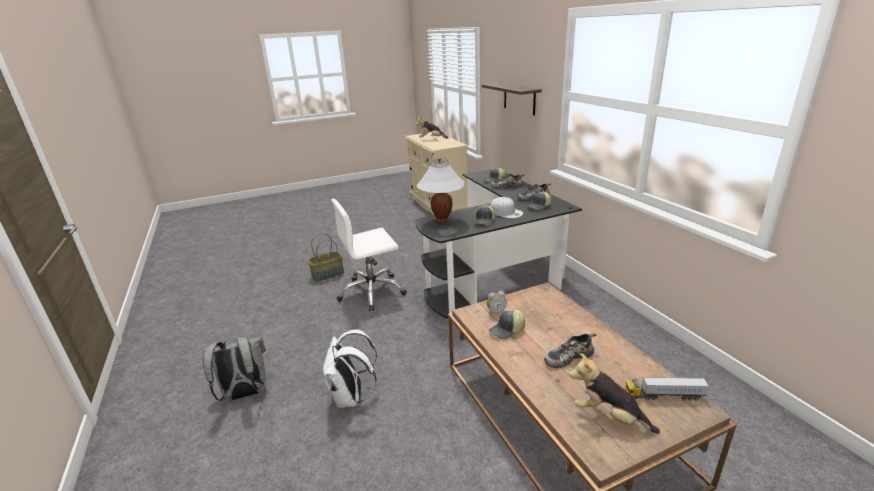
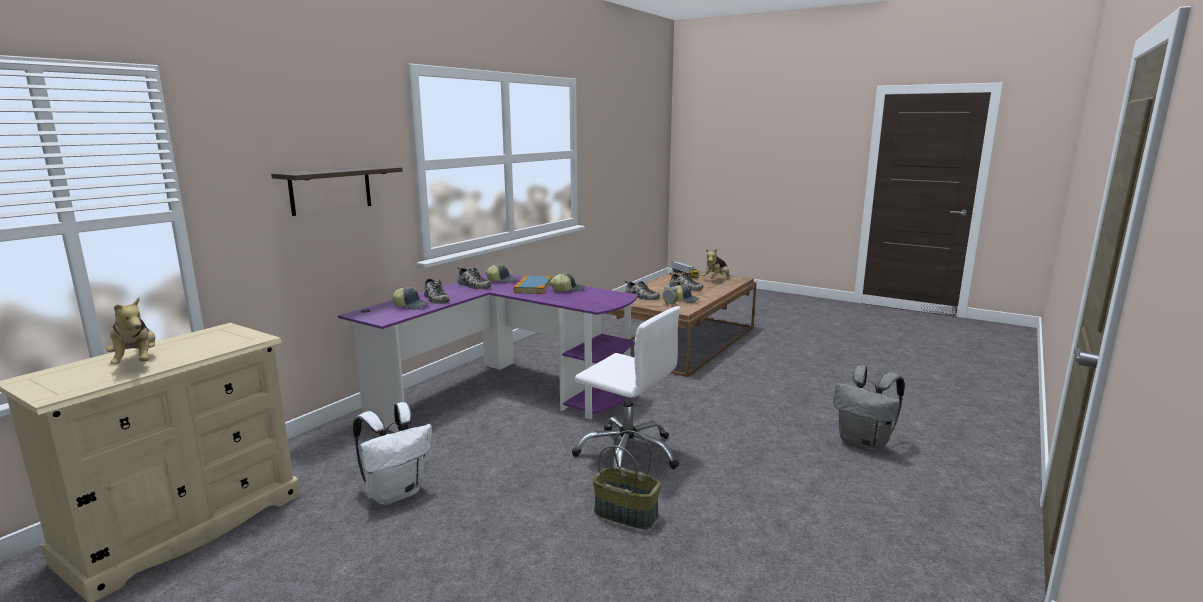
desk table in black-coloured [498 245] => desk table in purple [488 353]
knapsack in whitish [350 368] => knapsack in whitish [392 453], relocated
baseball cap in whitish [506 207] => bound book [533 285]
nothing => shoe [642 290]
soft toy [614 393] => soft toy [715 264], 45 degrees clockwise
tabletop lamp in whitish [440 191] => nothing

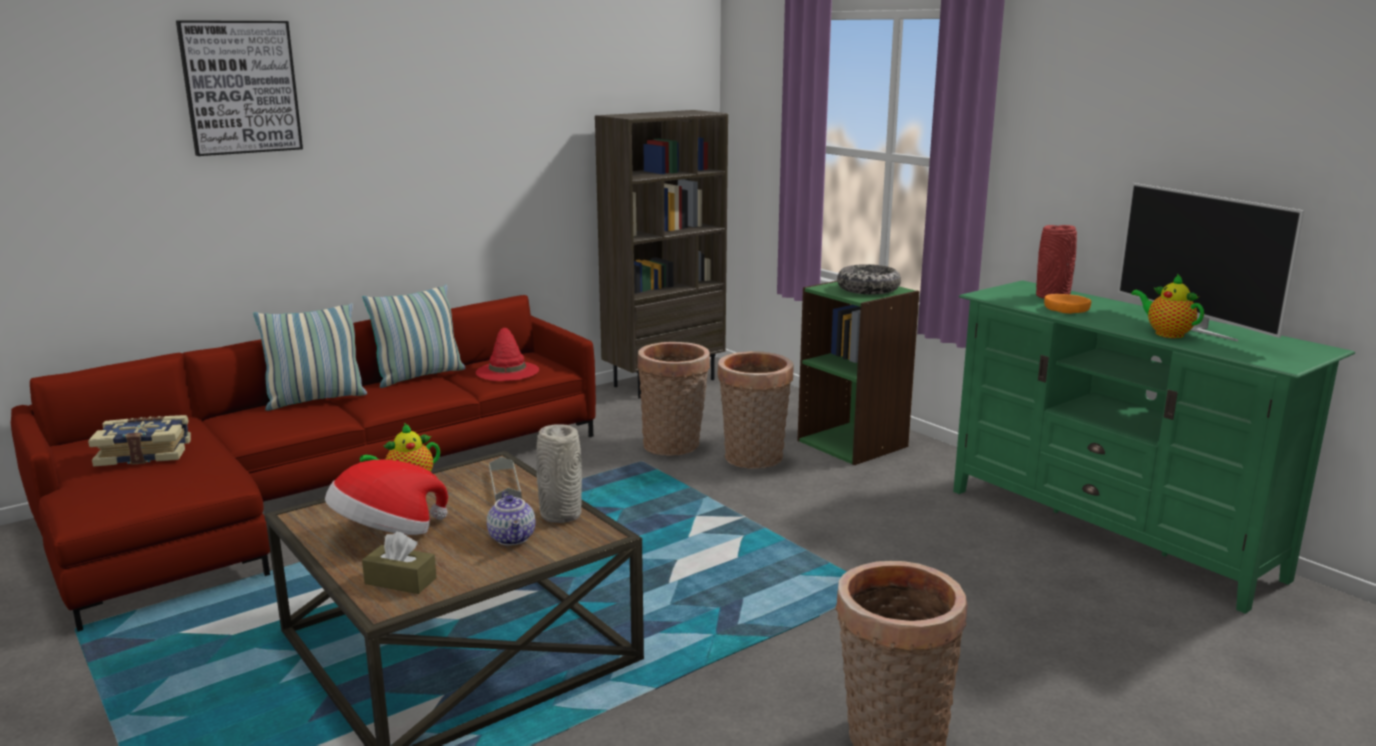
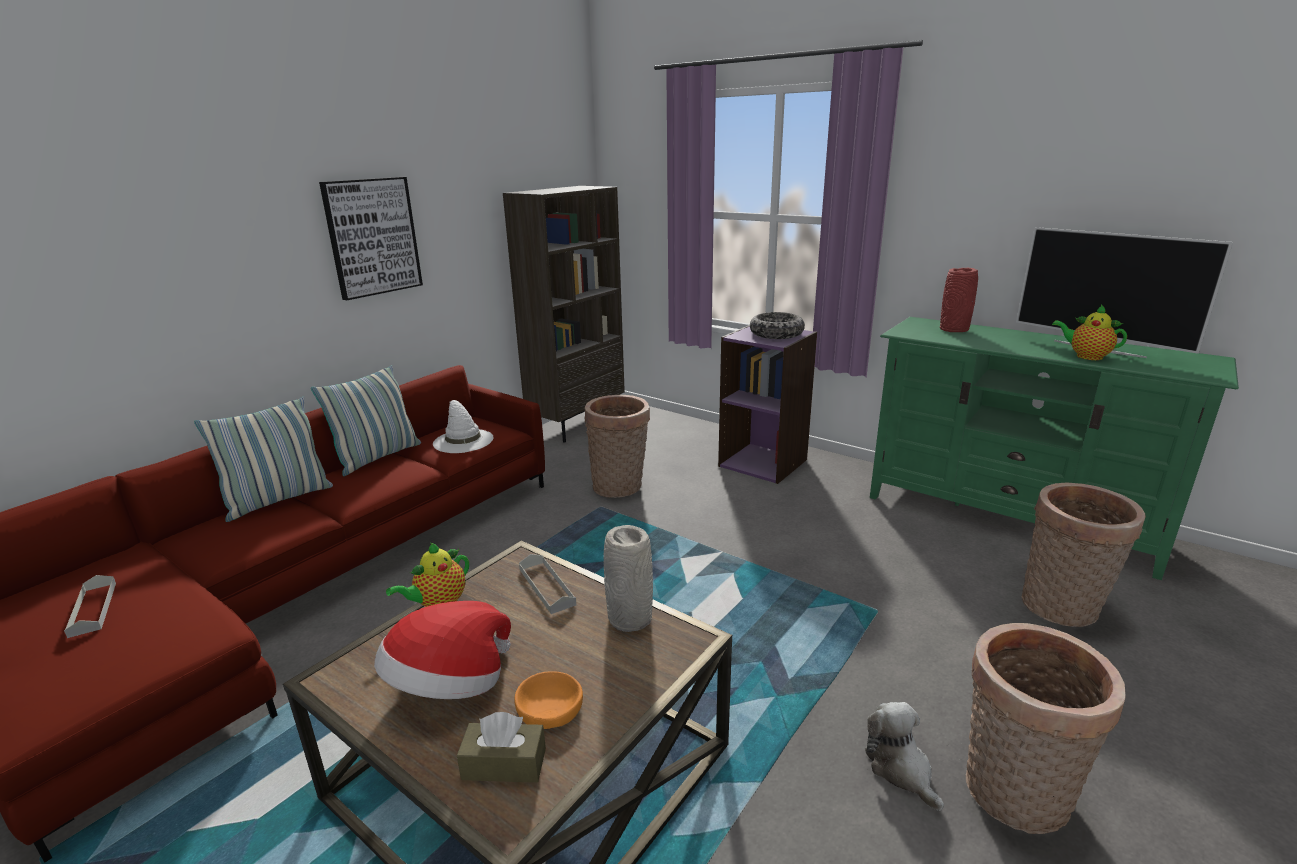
bound book [139 441] => tray in grey [90 606]
wall art [239 88] => wall art [371 238], relocated
clothing hat in reddish [507 354] => clothing hat in whitish [463 426]
serving bowl in orange [1067 304] => serving bowl in orange [548 700], relocated
shelving unit in green [858 373] => shelving unit in purple [767 404]
nothing => soft toy [904 756]
household basket [756 410] => household basket [1084 554], relocated
teapot [511 518] => nothing

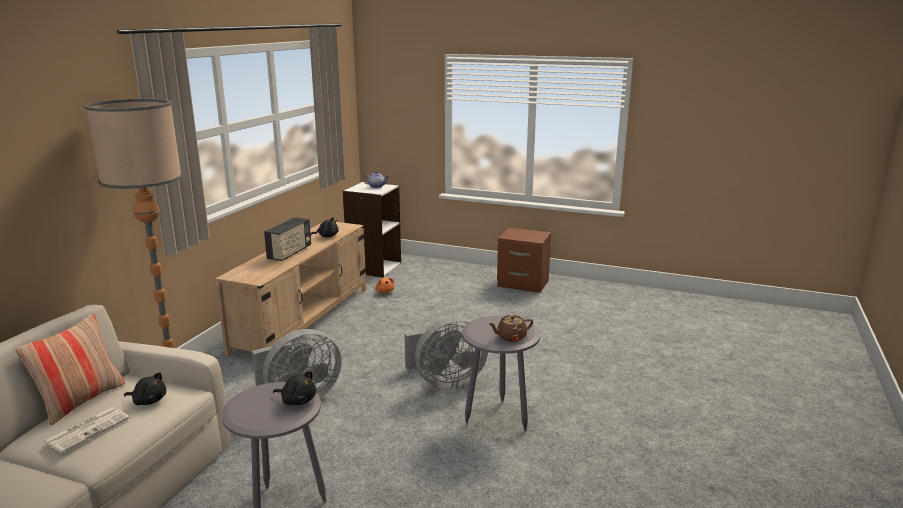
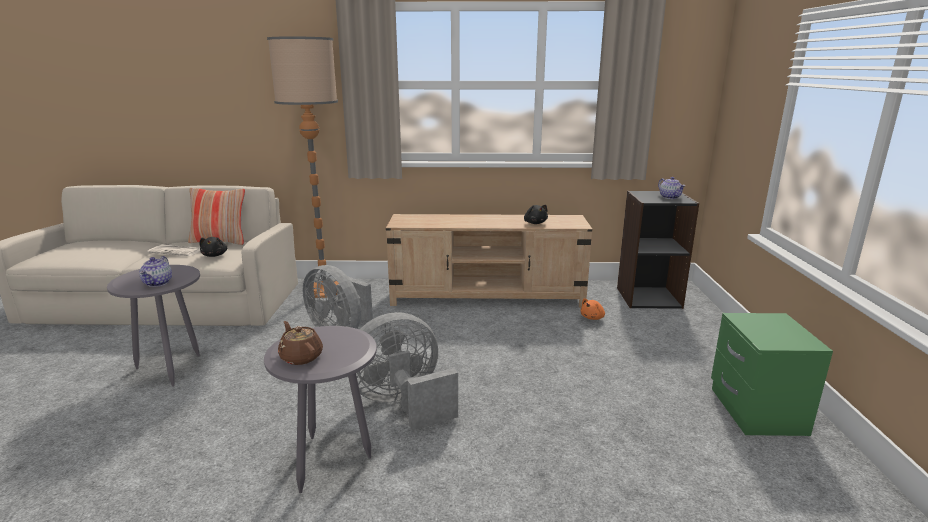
soft toy in black-coloured [294 388] => teapot [155 271]
electric fan in grey [446 352] => electric fan in grey [407 371], 105 degrees clockwise
shelving unit in whitish [372 229] => shelving unit in black-coloured [658 250]
night table in brown [524 260] => night table in green [772 374]
radio set [287 239] => nothing

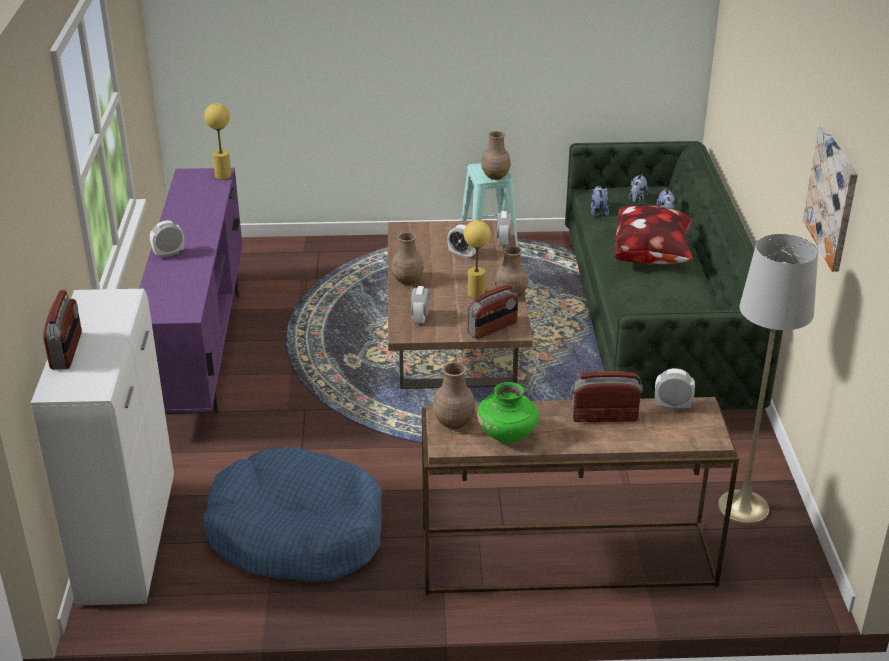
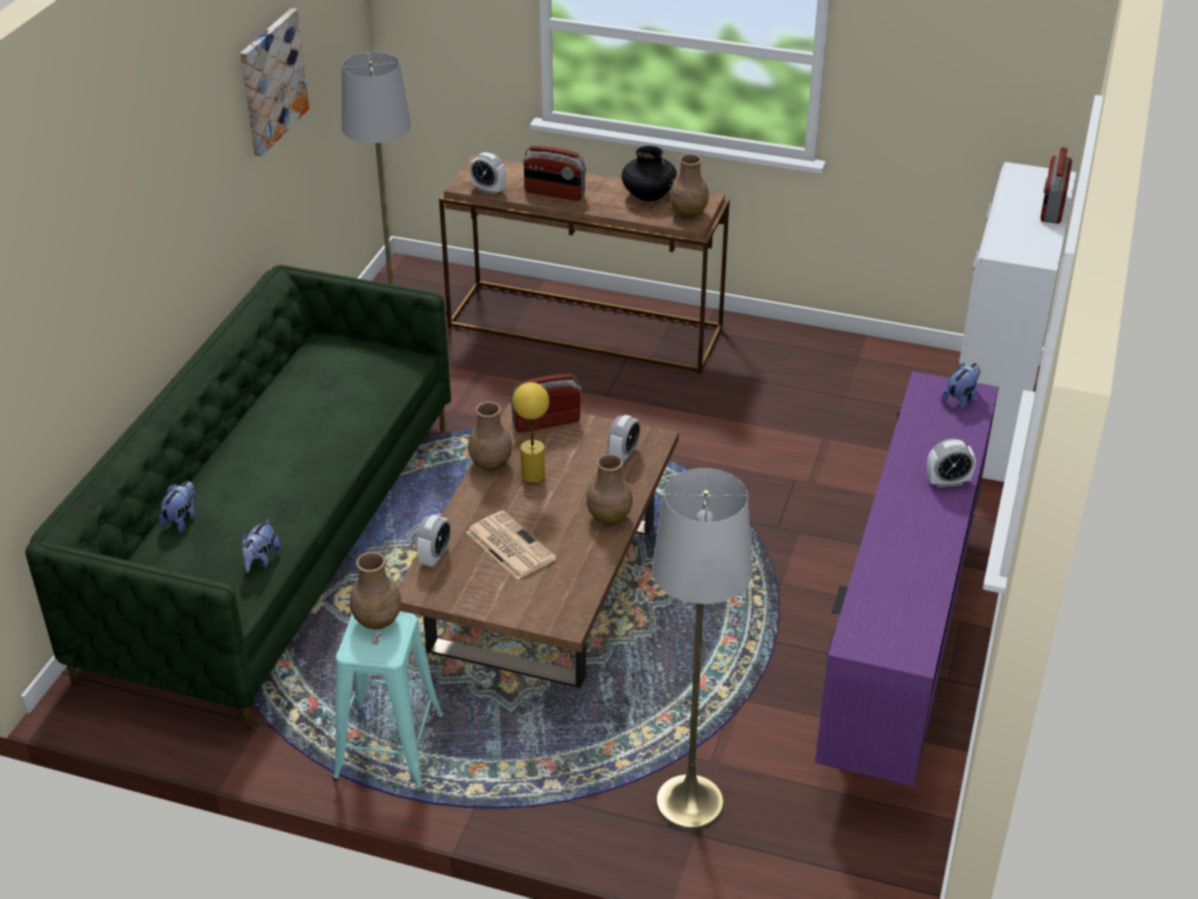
alarm clock [461 242] => daily paper [511 545]
decorative vase in green [508 412] => decorative vase in black-coloured [649 173]
nothing => floor lamp in grey [702 649]
soft toy [638 188] => soft toy [960 387], relocated
dog bed in bluish [292 514] => nothing
tabletop lamp in yellowish [217 141] => nothing
throw pillow [654 235] => nothing

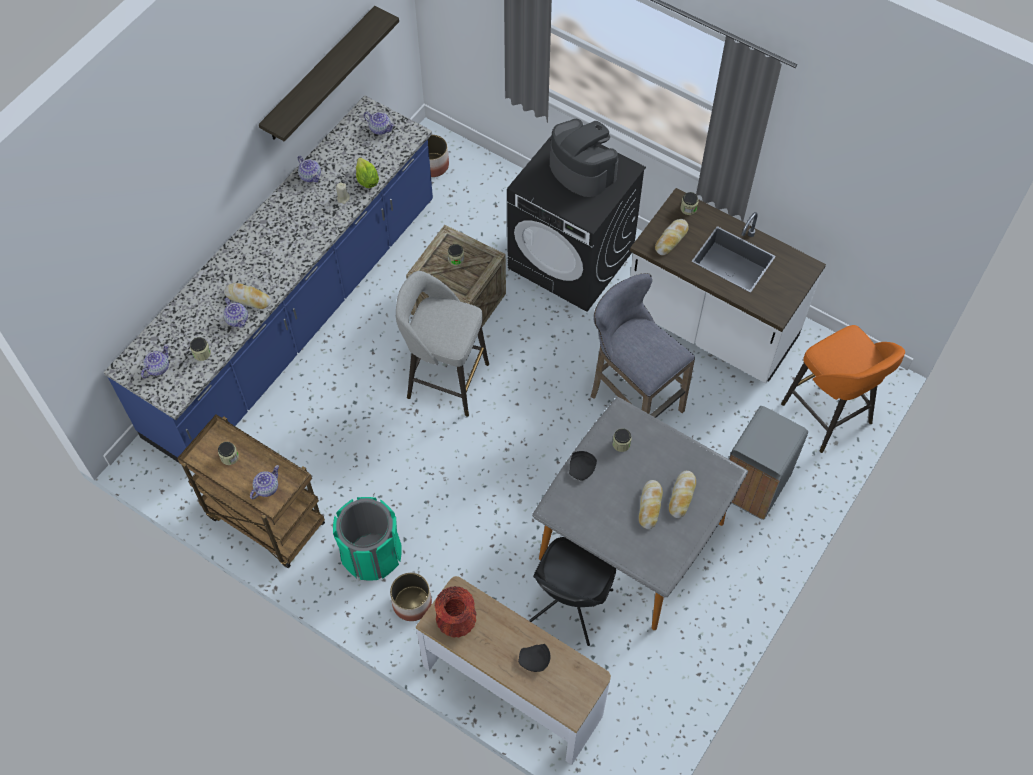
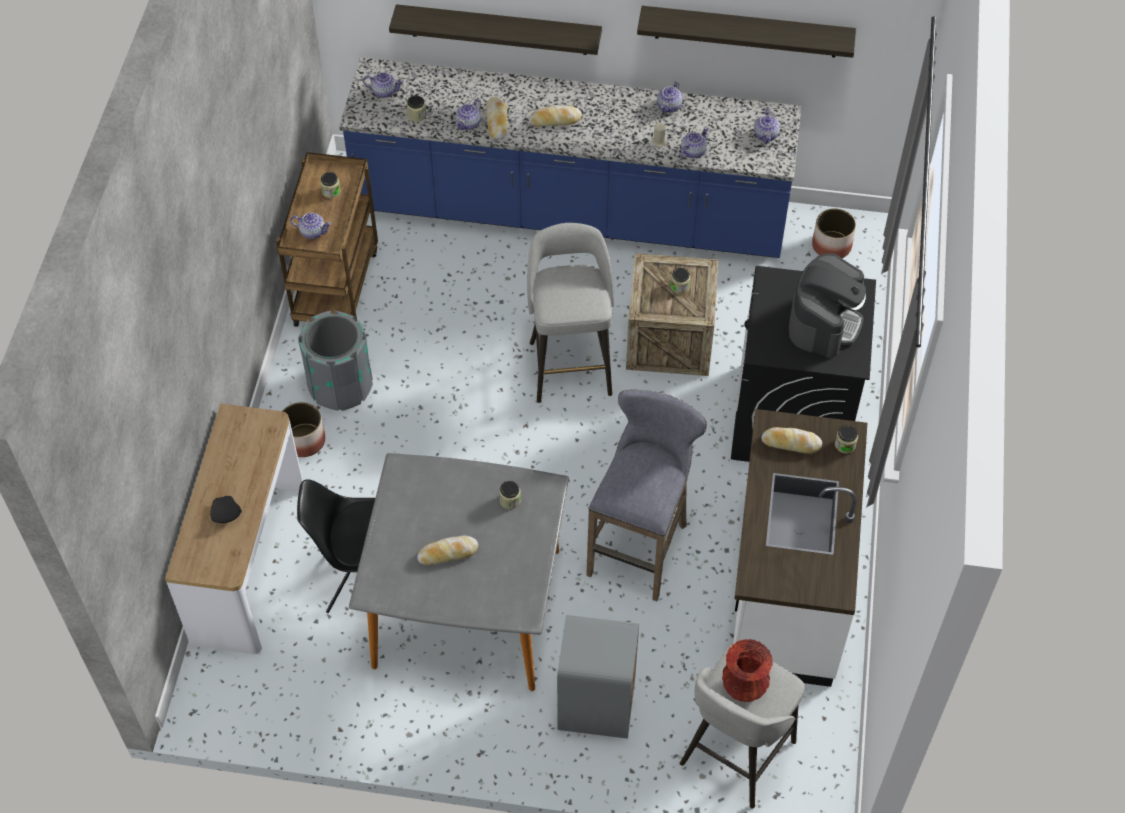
waste bin in green [367 538] => waste bin in grey [335 360]
nothing => bracket shelf [495 29]
bread [682 494] => bread [555 116], relocated
lettuce head [367 172] => teapot [694 142]
sitting stool in orange [843 389] => sitting stool in grey [742 727]
decorative vase in reddish [455 612] => decorative vase in reddish [747 670], relocated
plate in black-coloured [583 466] => nothing

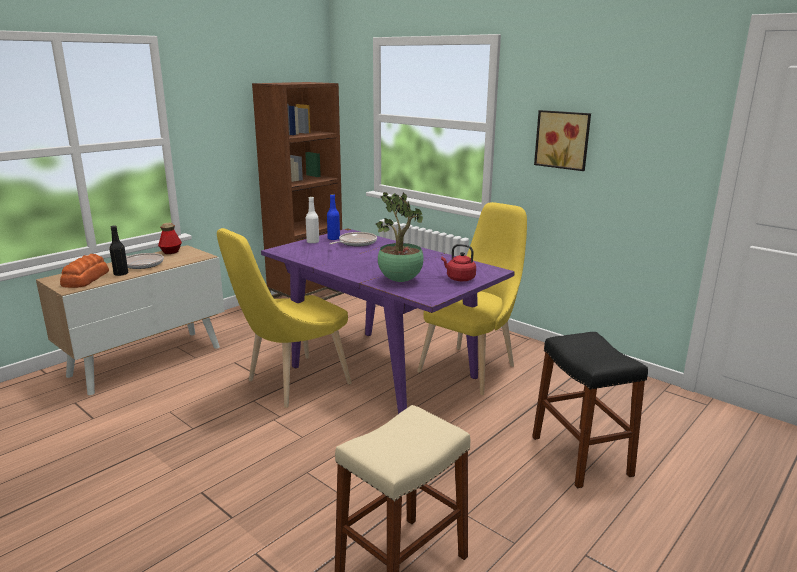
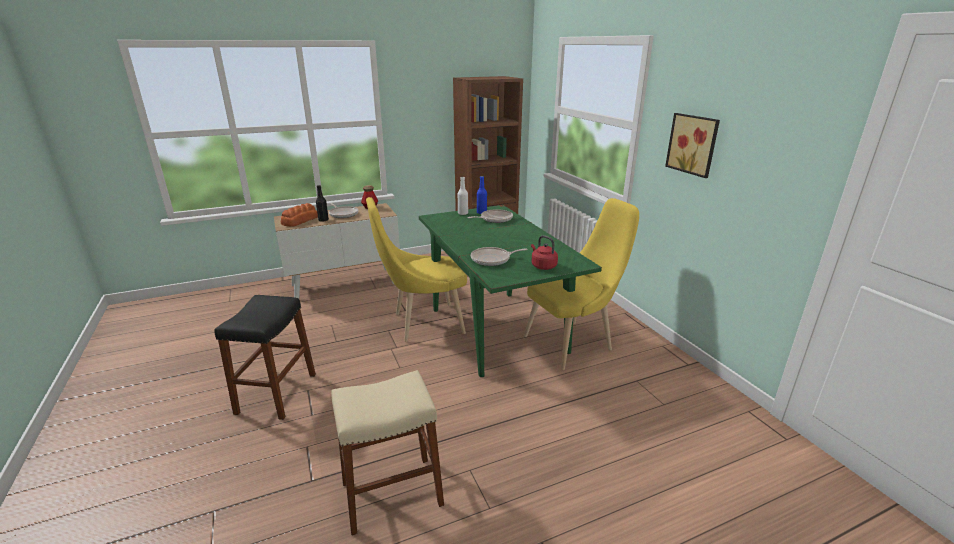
sitting stool in black-coloured [590 410] => sitting stool in black-coloured [265 357], relocated
dinner table in purple [388 321] => dinner table in green [510 291]
potted plant [400 237] => frying pan [499 256]

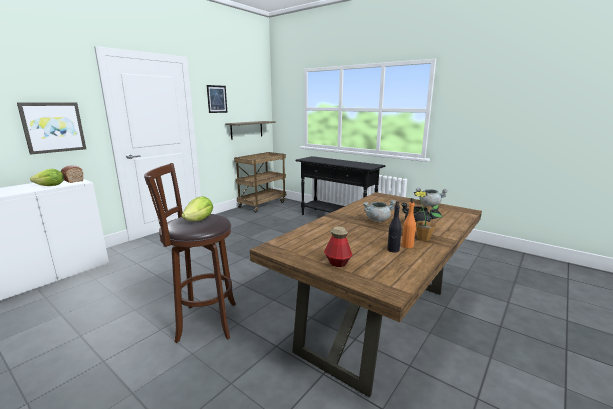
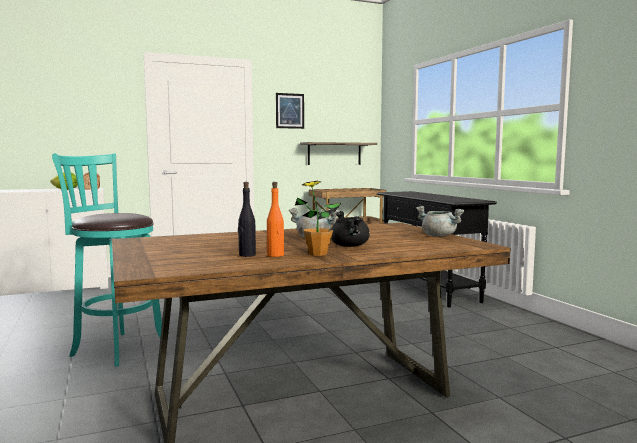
sitting stool in brown [190 253] => sitting stool in turquoise-coloured [107 260]
wall art [51 129] => nothing
lettuce head [197 208] => nothing
beverage bottle [338 246] => nothing

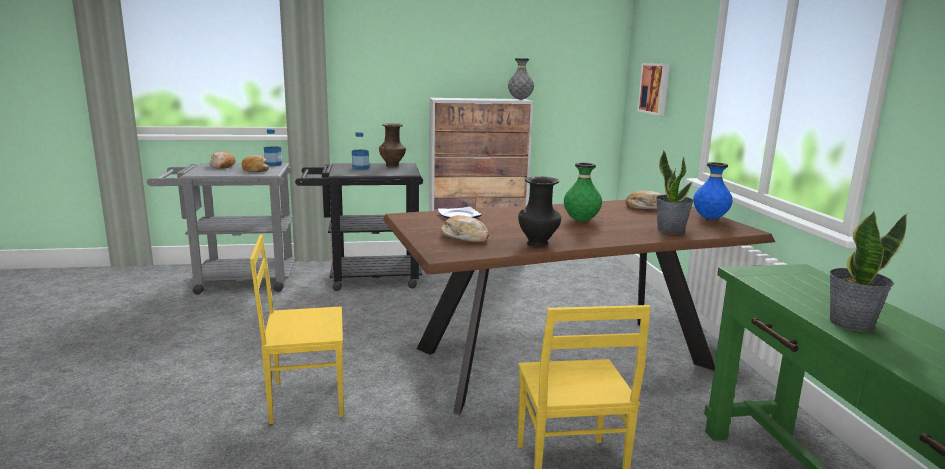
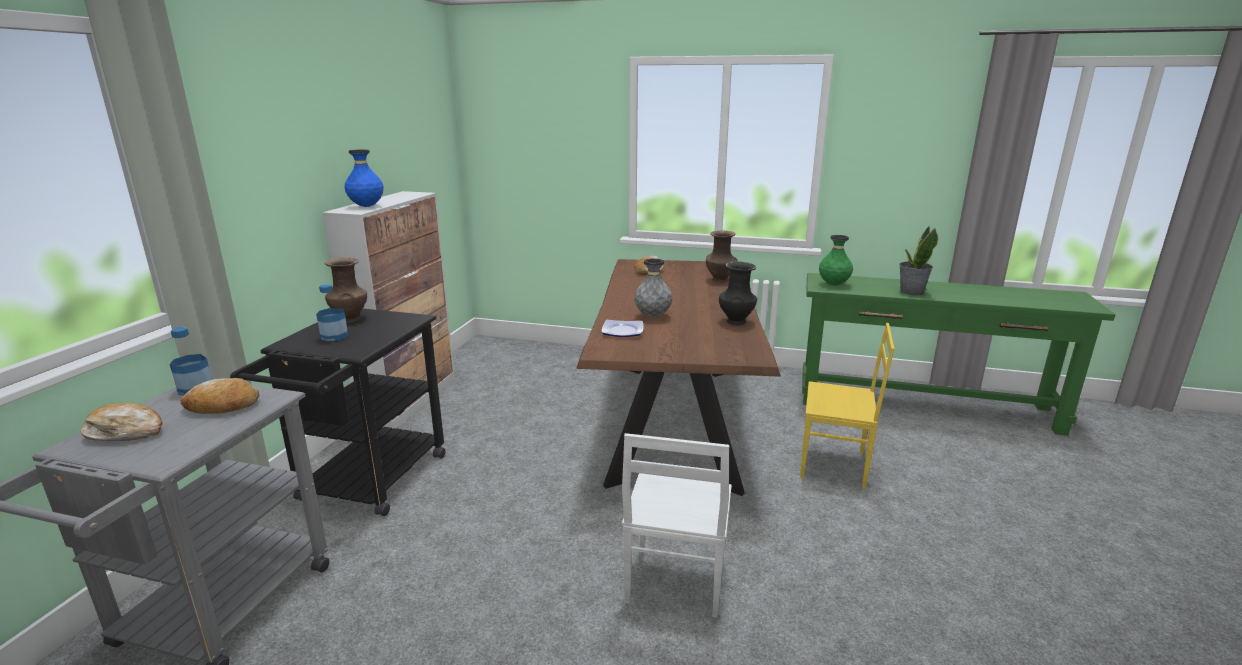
decorative vase in bluish [713 190] => decorative vase in bluish [364 178], relocated
upright chair in yellowish [297 329] => upright chair in whitish [677 525]
decorative vase in grey [521 79] => decorative vase in grey [653 288], relocated
potted plant [675 192] => decorative vase in brown [722 256]
decorative vase in green [583 192] => decorative vase in green [836 260], relocated
bread [465 228] => nothing
wall art [653 89] => nothing

